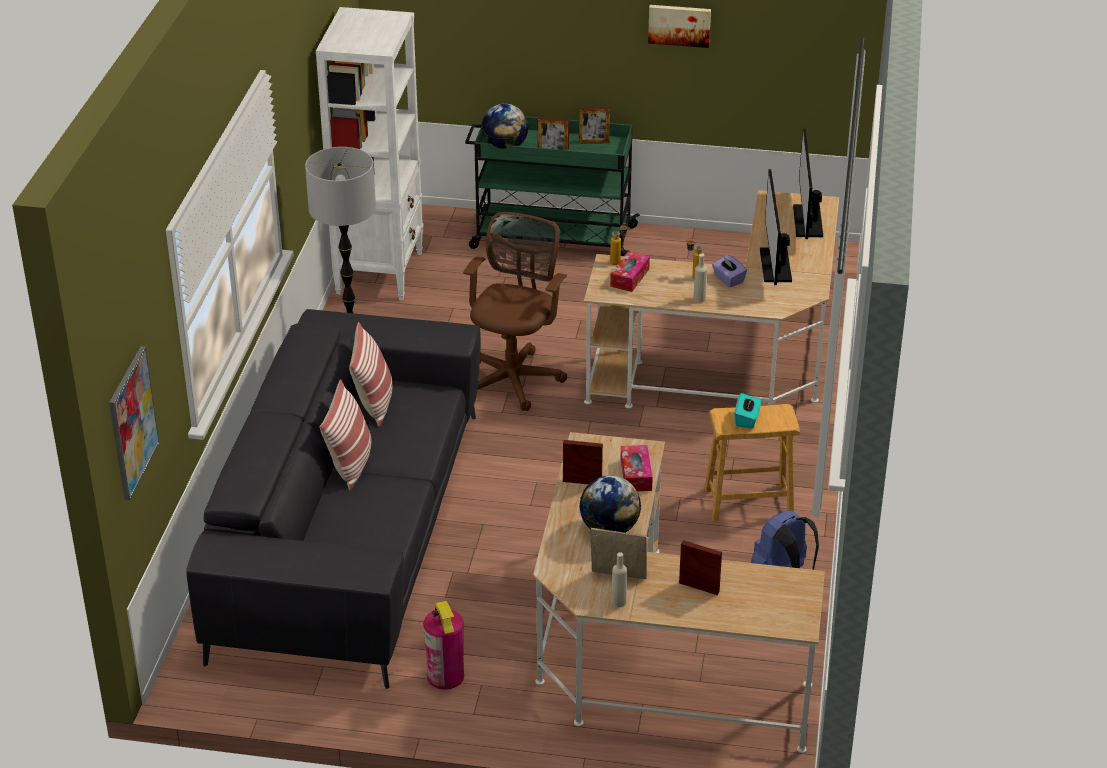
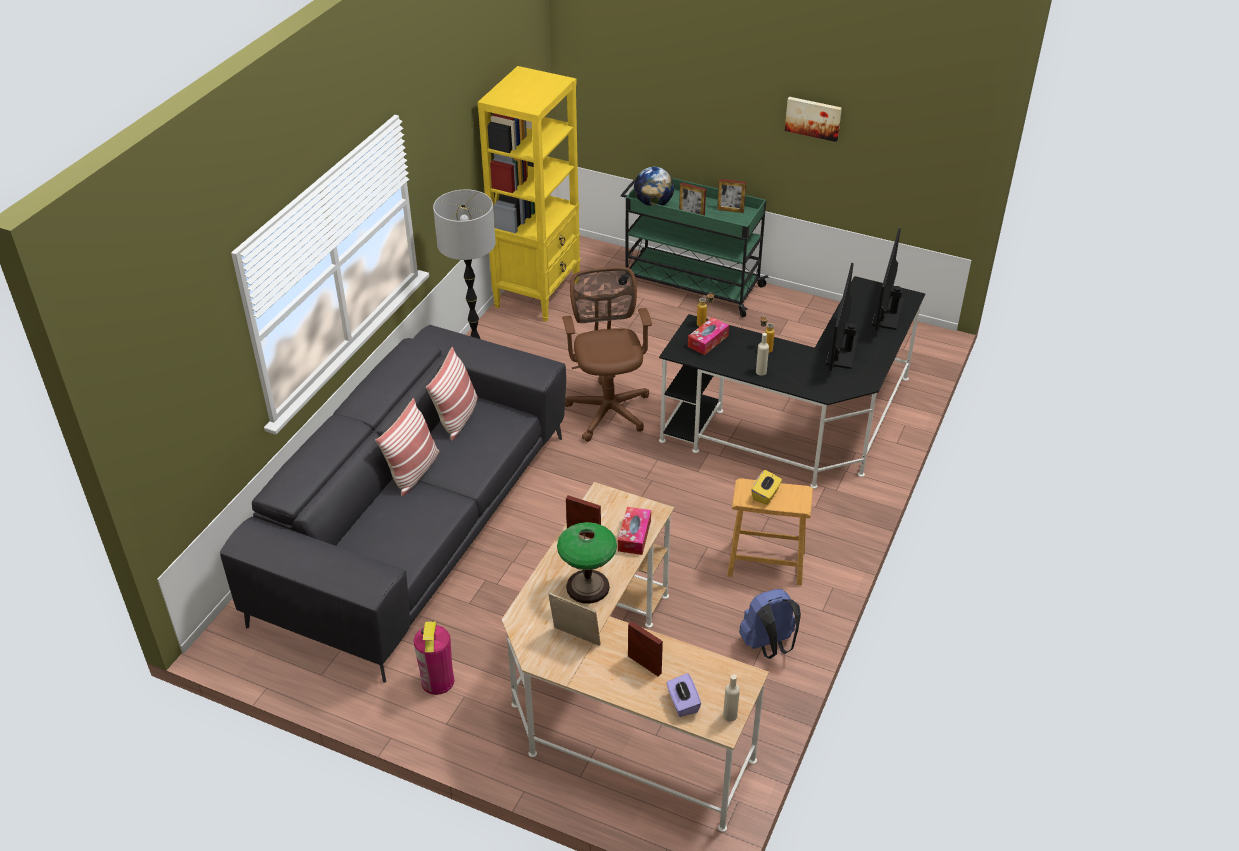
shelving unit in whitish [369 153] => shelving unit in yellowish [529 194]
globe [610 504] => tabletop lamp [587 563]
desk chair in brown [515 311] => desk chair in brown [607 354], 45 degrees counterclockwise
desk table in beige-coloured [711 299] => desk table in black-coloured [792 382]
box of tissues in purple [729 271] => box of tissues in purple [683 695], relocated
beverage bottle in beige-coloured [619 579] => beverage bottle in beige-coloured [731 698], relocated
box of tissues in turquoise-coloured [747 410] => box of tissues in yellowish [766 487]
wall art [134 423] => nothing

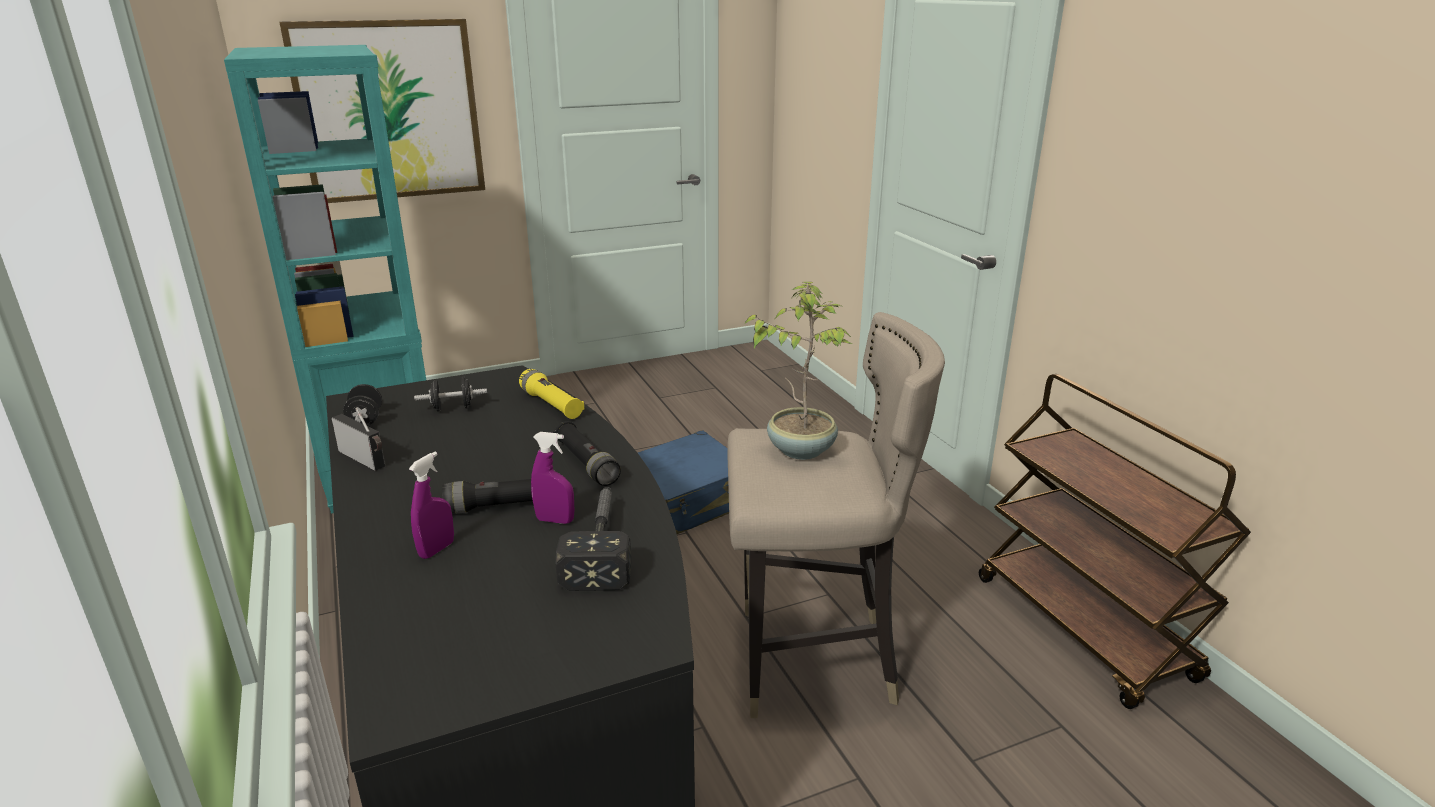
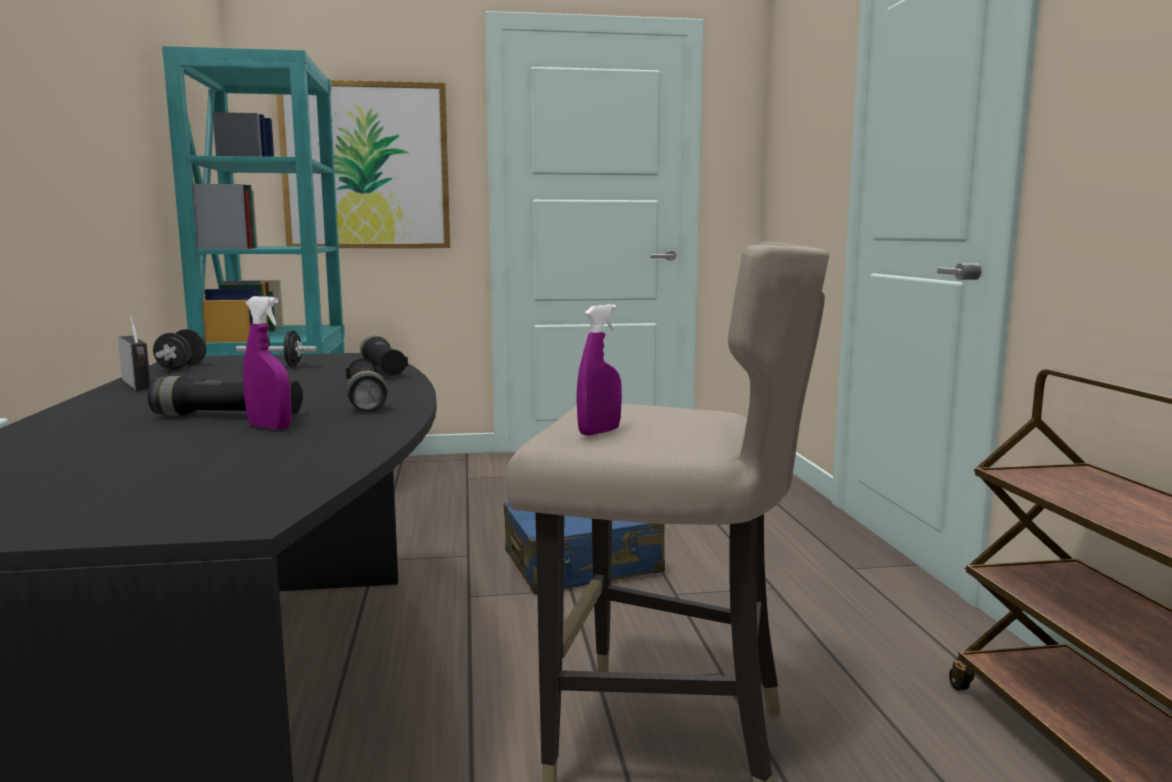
flashlight in yellowish [551 394] => flashlight in black-coloured [384 356]
sprayer in purple [431 505] => sprayer in purple [599 370], relocated
hand hammer [593 539] => nothing
potted plant [798 371] => nothing

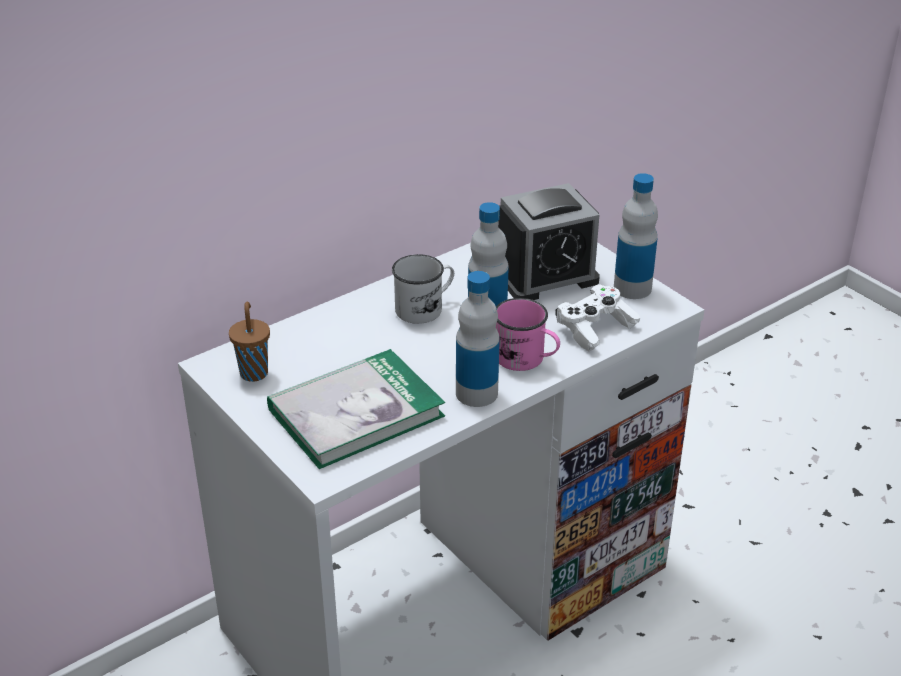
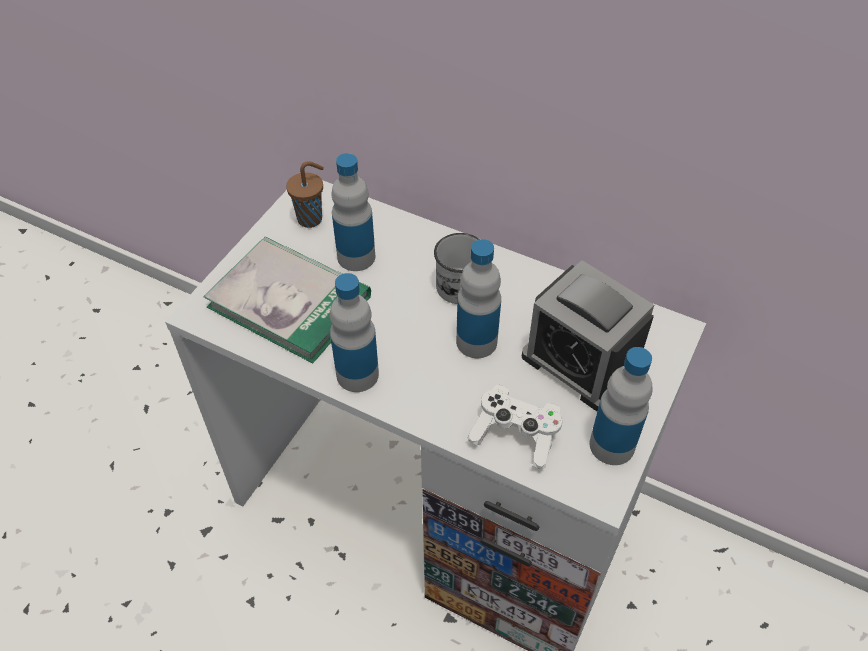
nothing => beverage bottle [353 212]
tea mug in pinkish [528 334] => nothing

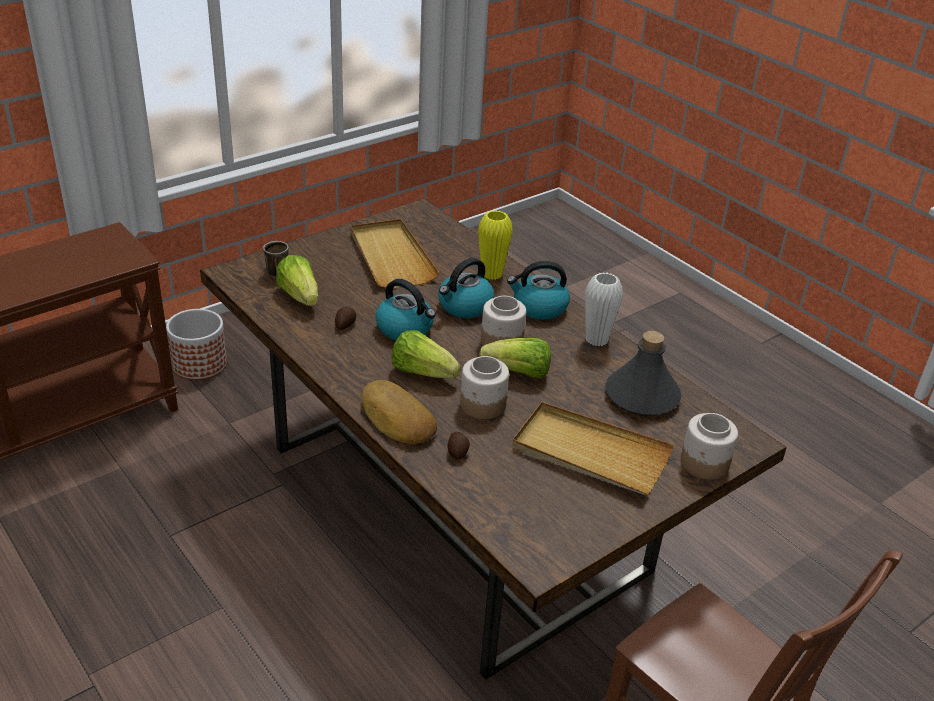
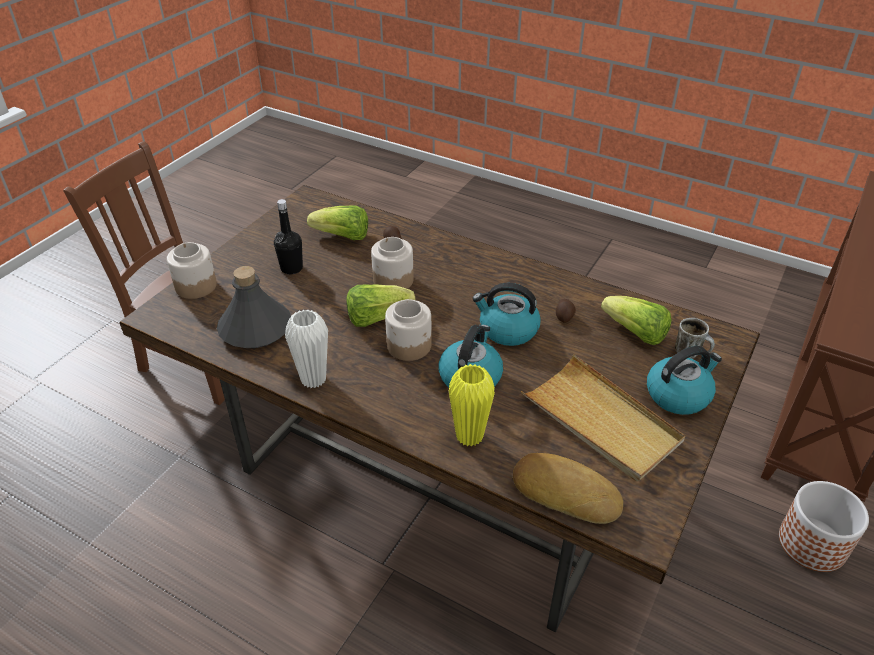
tray in beige-coloured [593 449] => beverage bottle in black-coloured [288 237]
lettuce head [426 354] => lettuce head [337 223], relocated
bread [399 412] => bread [568 488], relocated
tea kettle [538 290] => tea kettle [684 380], relocated

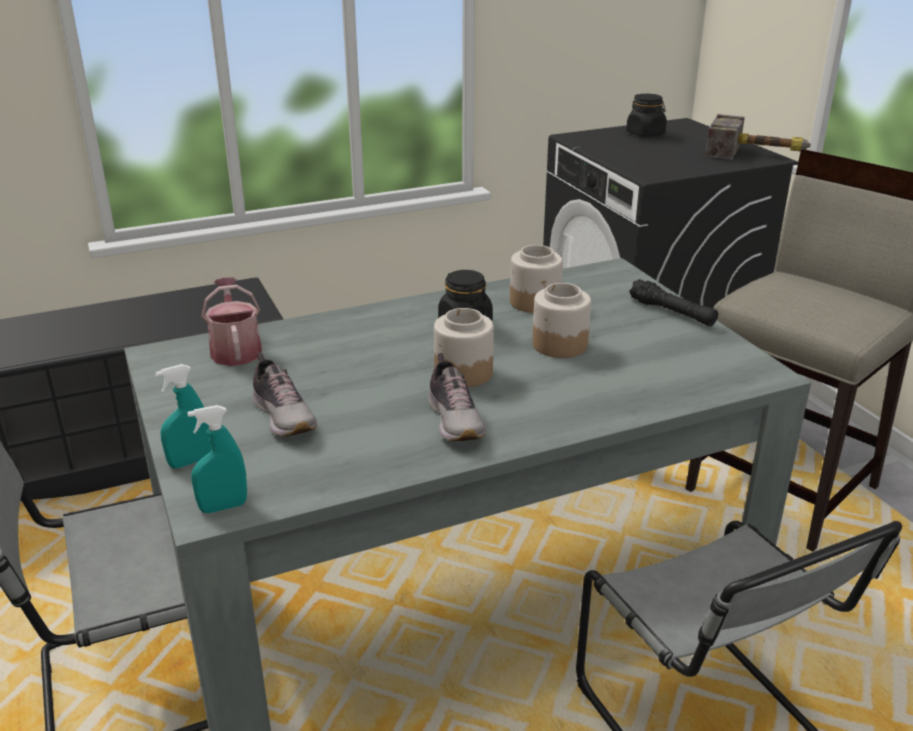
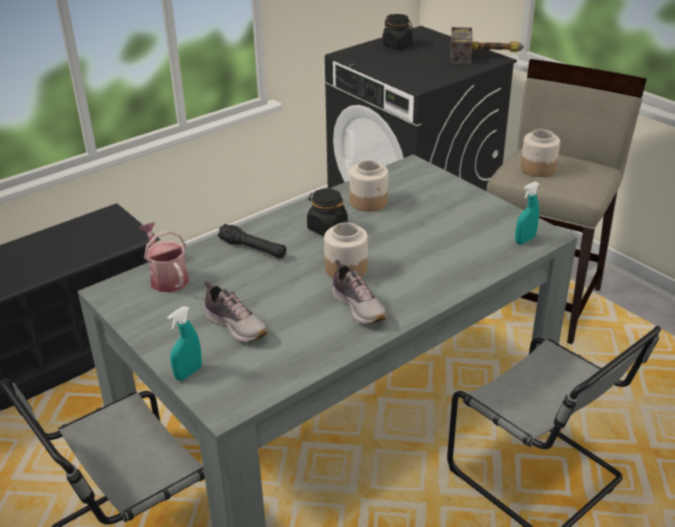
flashlight in black-coloured [673 302] => flashlight in black-coloured [252 241], relocated
sprayer in turquoise-coloured [217 459] => sprayer in turquoise-coloured [527 212], relocated
jar [561 320] => jar [540 153], relocated

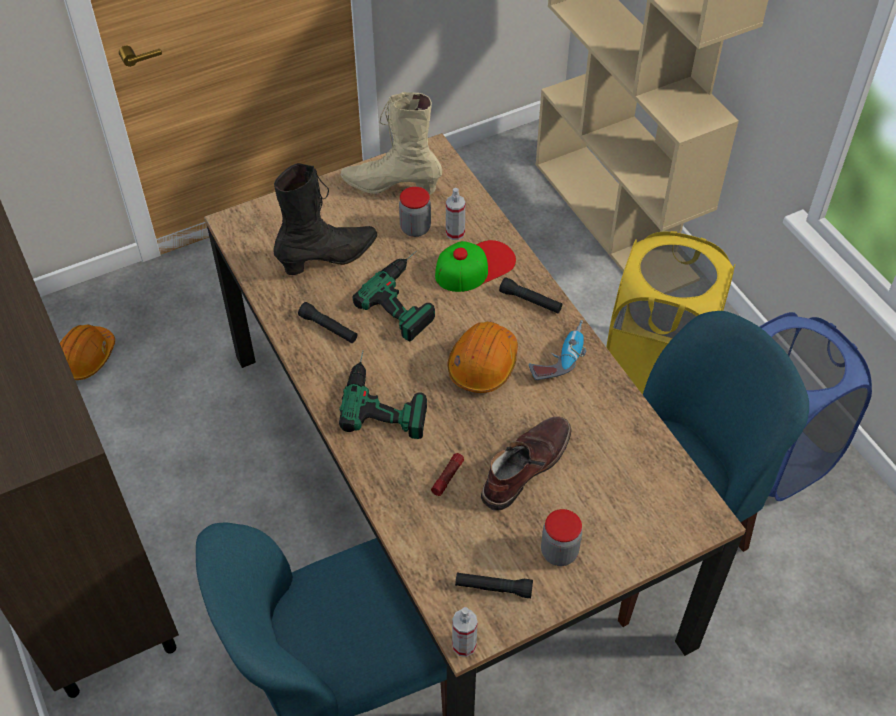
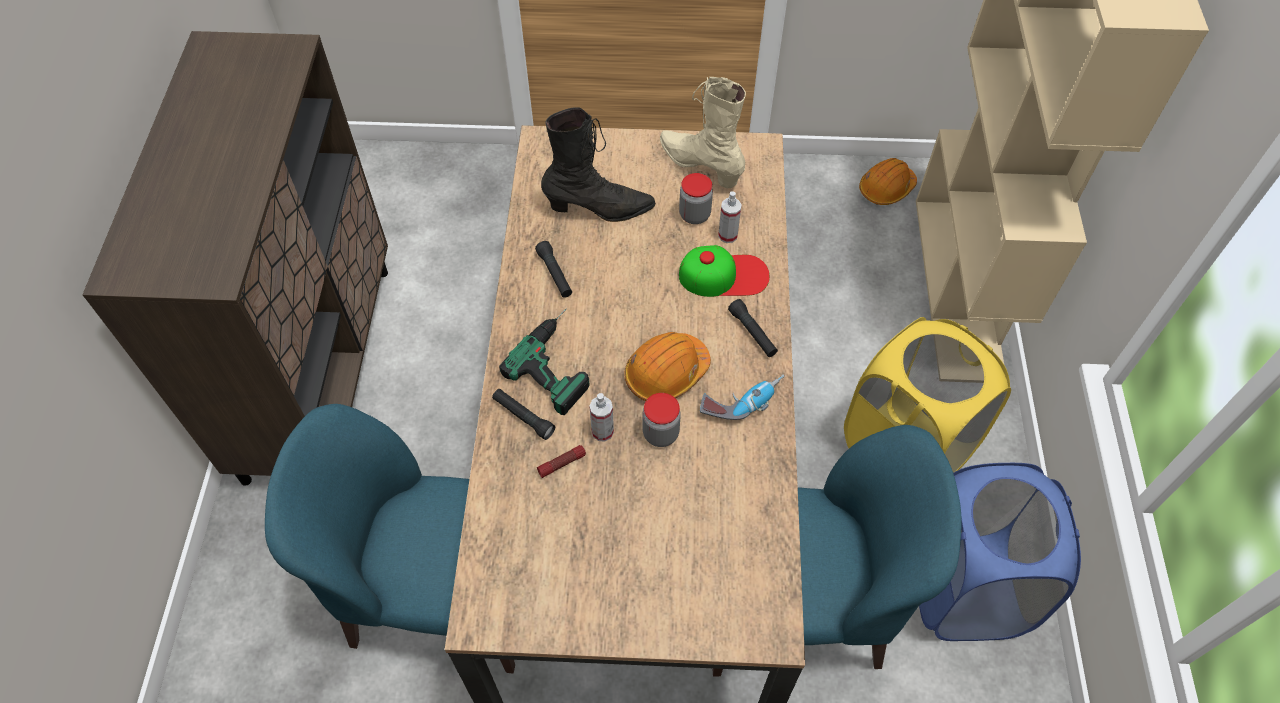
flashlight in black-coloured [494 585] => flashlight in black-coloured [523 414], relocated
sprayer [465 632] => sprayer [601 417], relocated
jar [561 537] => jar [662 420], relocated
hard hat in orange [87 352] => hard hat in orange [888 181], relocated
electric drill [394 296] => nothing
boot in brown [526 463] => nothing

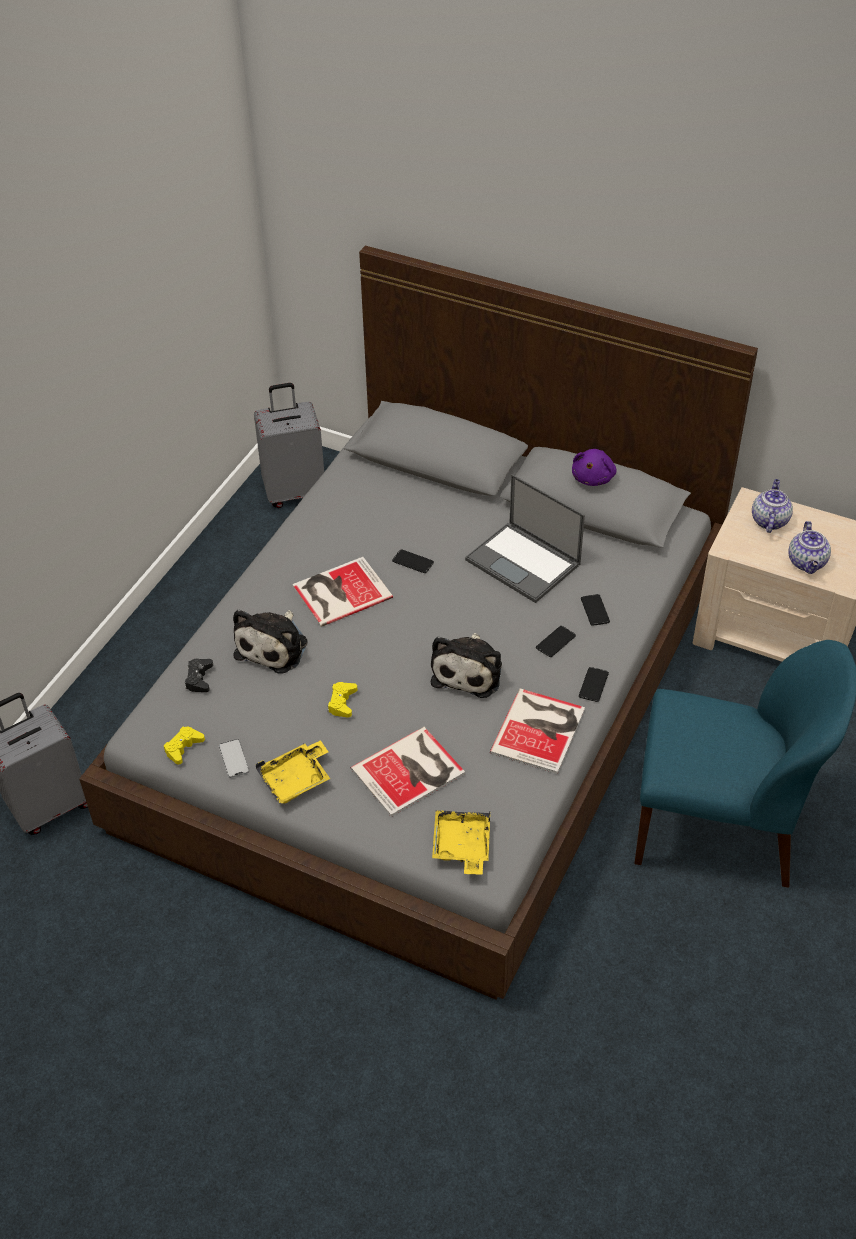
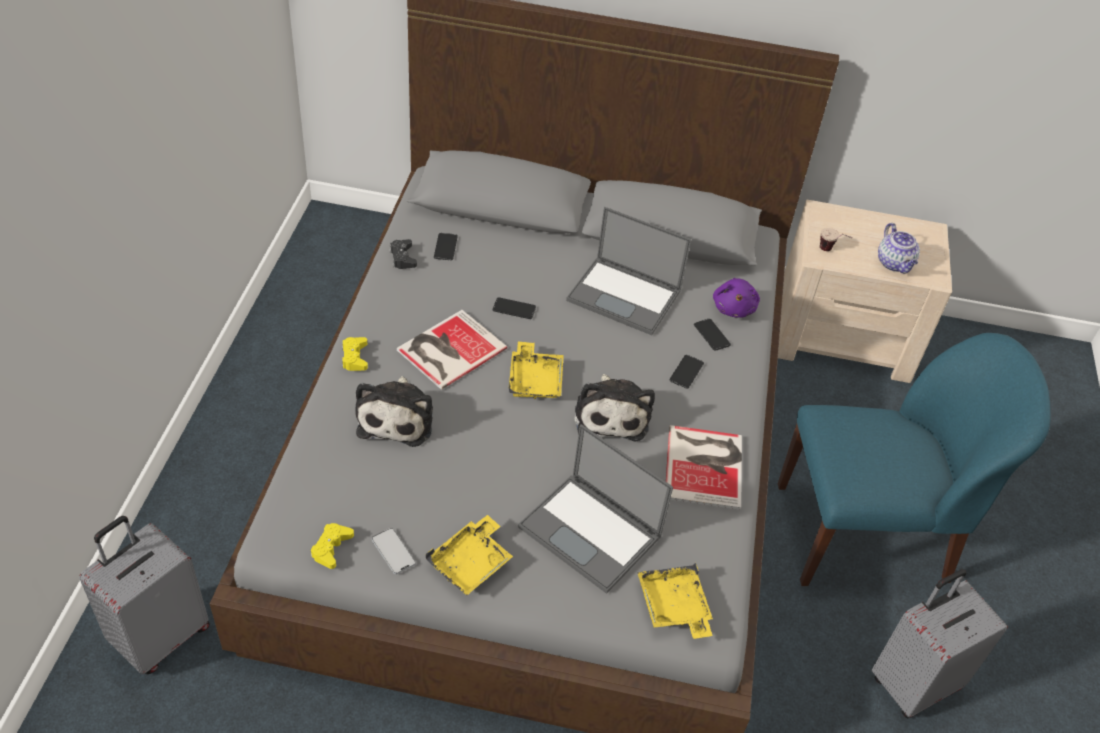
joypad in yellowish [343 700] => joypad in yellowish [355 354], relocated
joypad in black-coloured [199 675] => joypad in black-coloured [403 254], relocated
phone [594 684] => phone [446 246], relocated
nothing => tray in yellowish [536 370]
bound book [408 772] => laptop [595 509]
soft toy in purple [594 467] => soft toy in purple [736 298], relocated
nothing => drinking cup [836 239]
piece of luggage in grey [289 445] => piece of luggage in grey [940 643], relocated
teapot [772 506] => nothing

